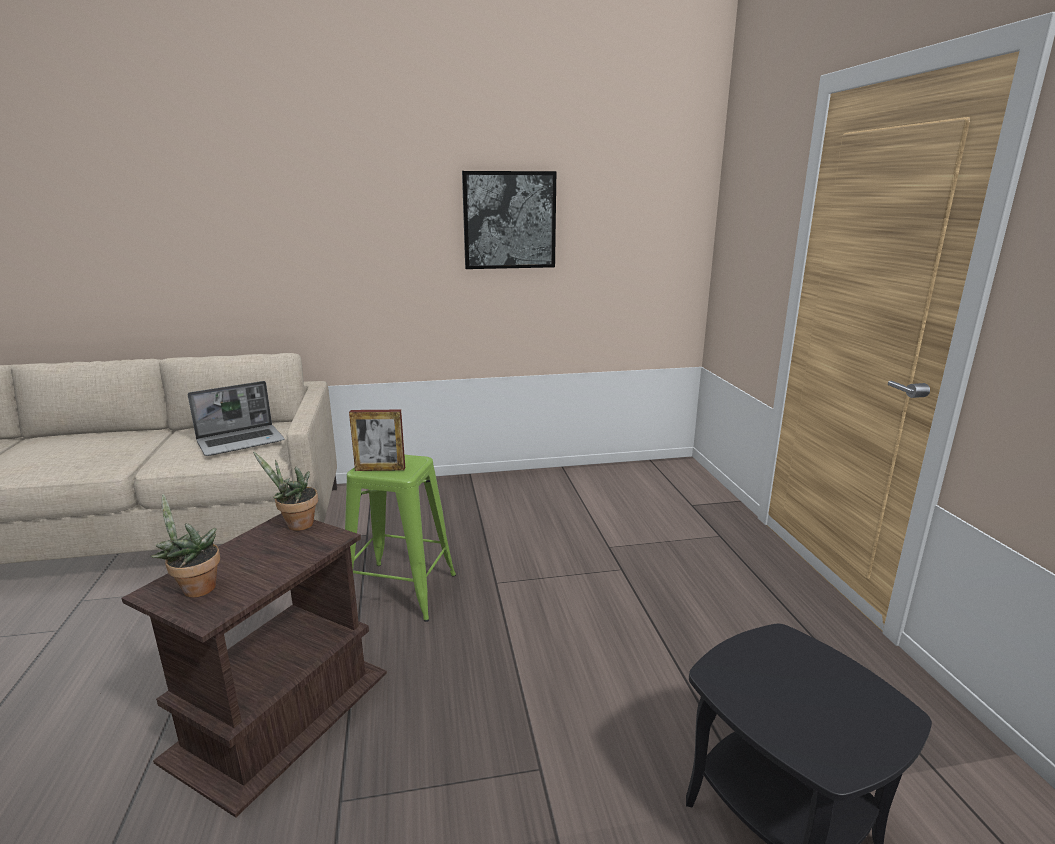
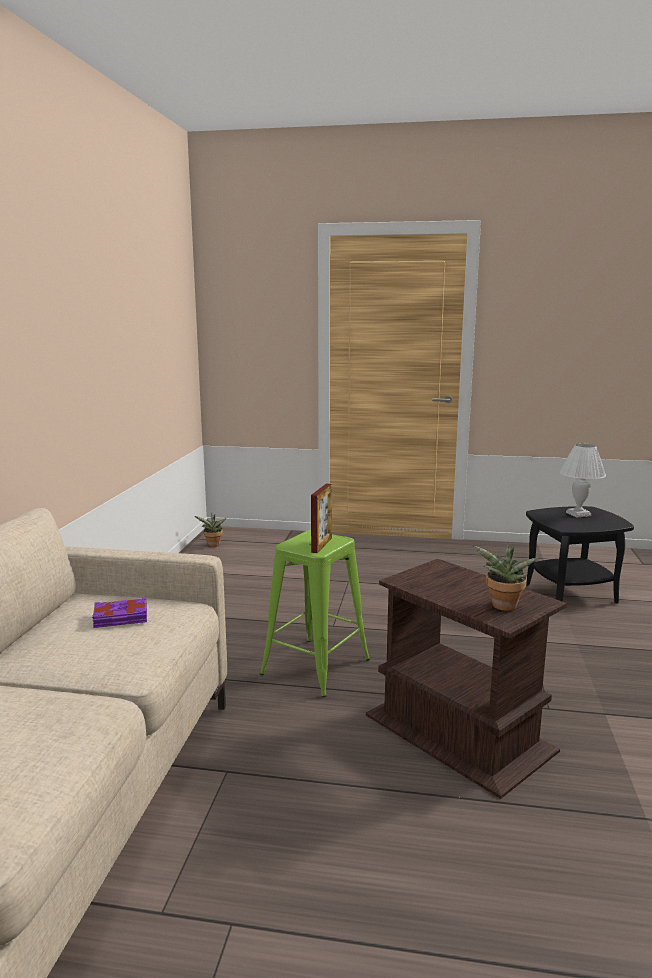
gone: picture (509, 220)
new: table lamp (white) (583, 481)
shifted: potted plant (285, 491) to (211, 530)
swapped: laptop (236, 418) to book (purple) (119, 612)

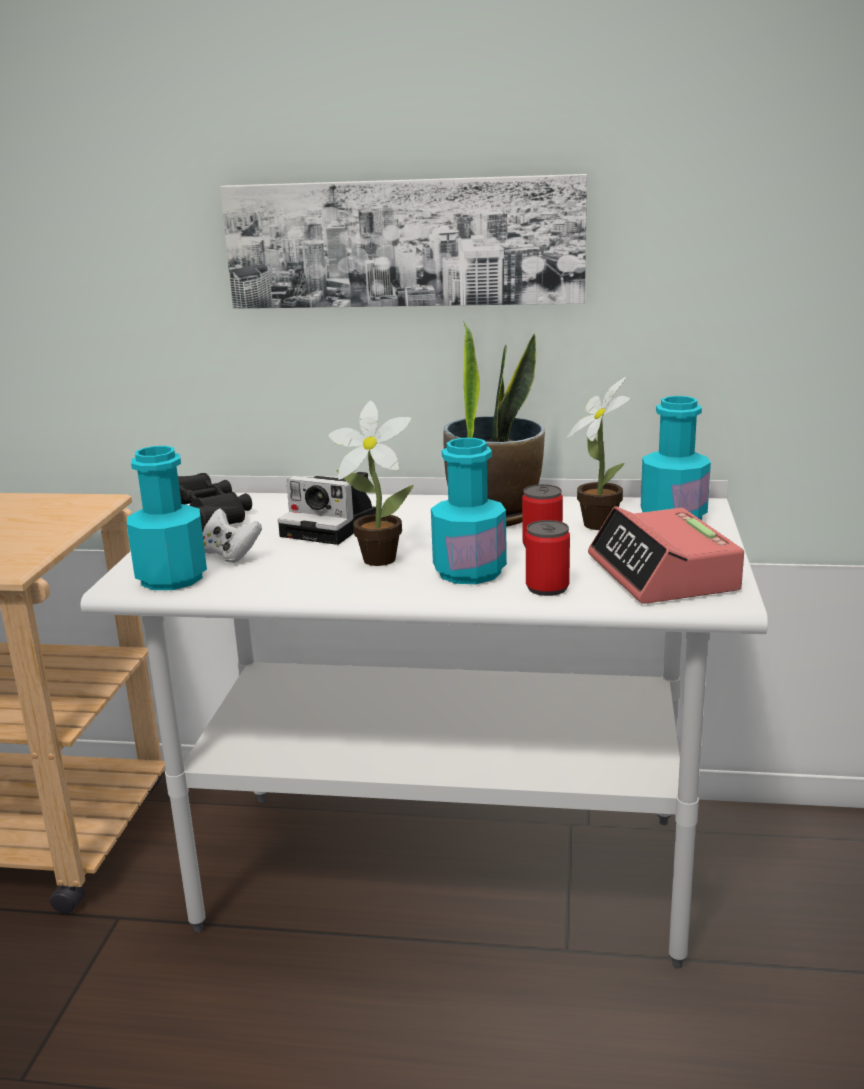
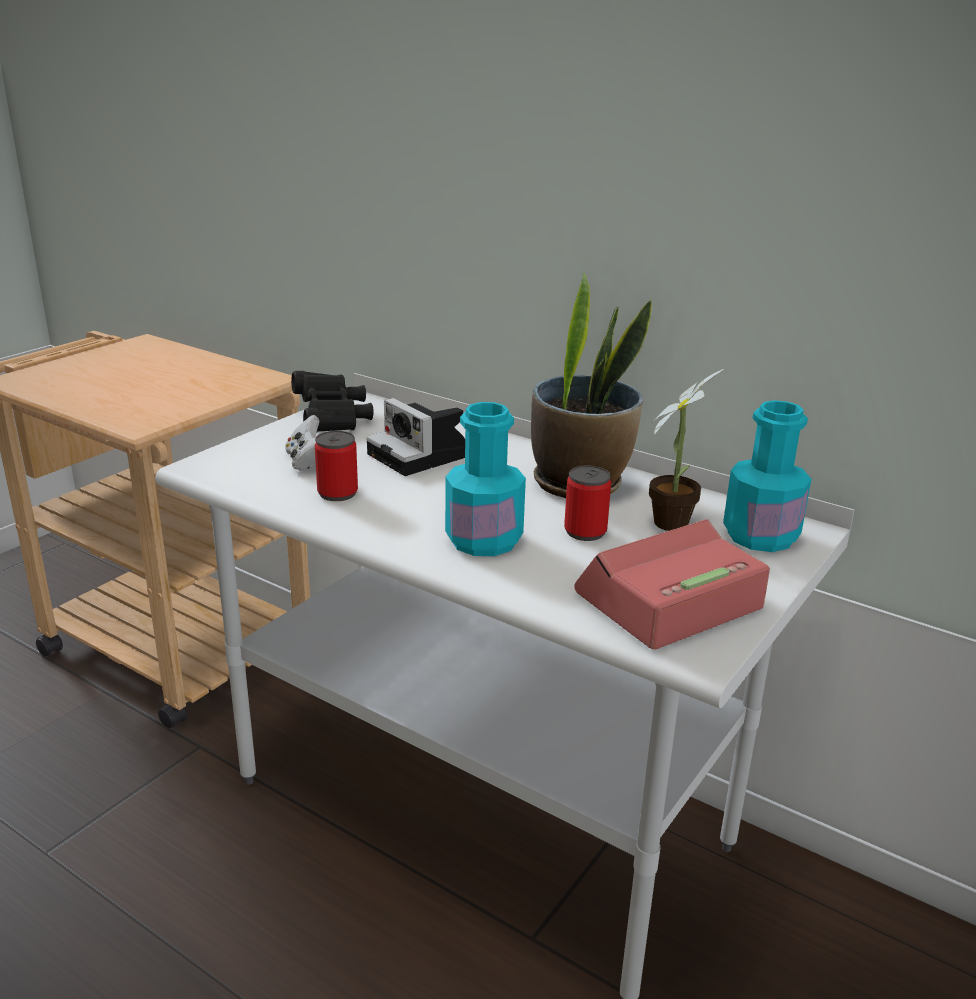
gone: bottle (turquoise) (167, 518); picture (403, 241); potted plant (371, 483)
shifted: can (548, 558) to (336, 466)
rotated: alarm clock (666, 555) = (672, 584) 45 degrees clockwise

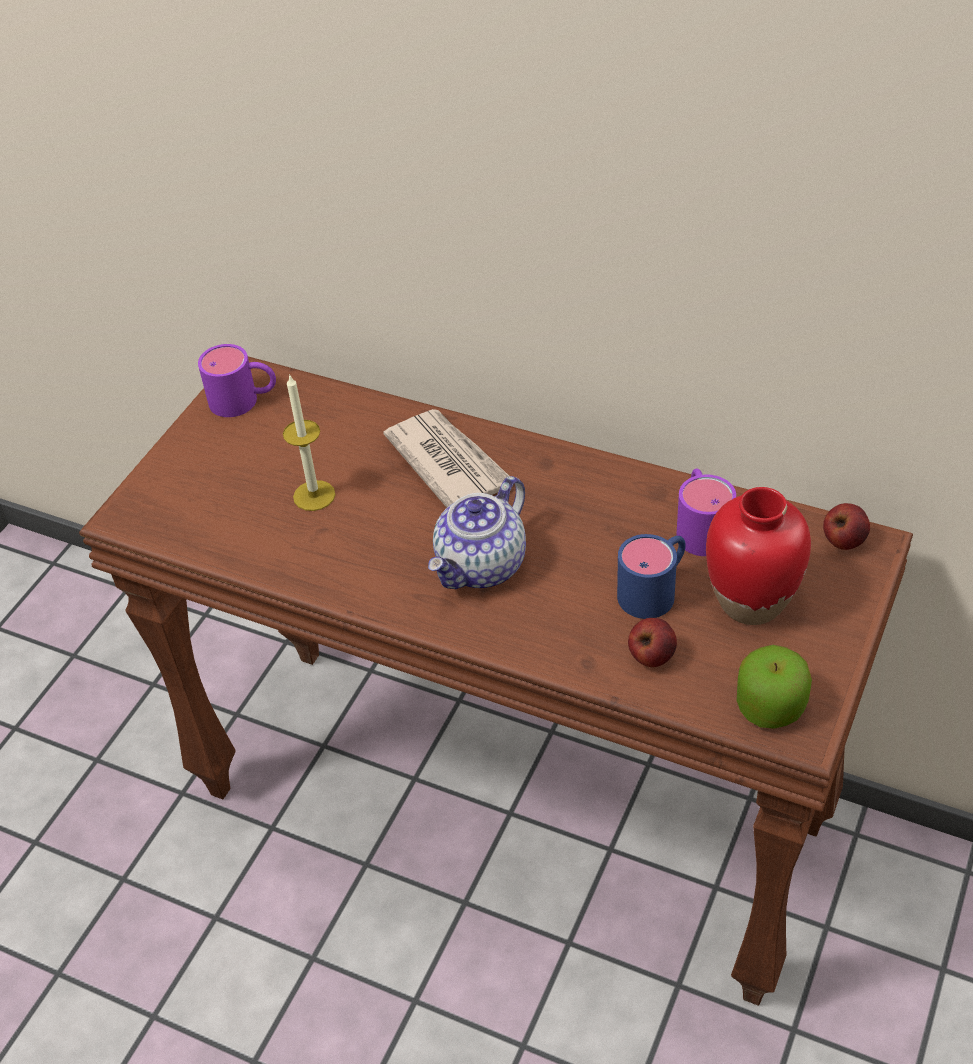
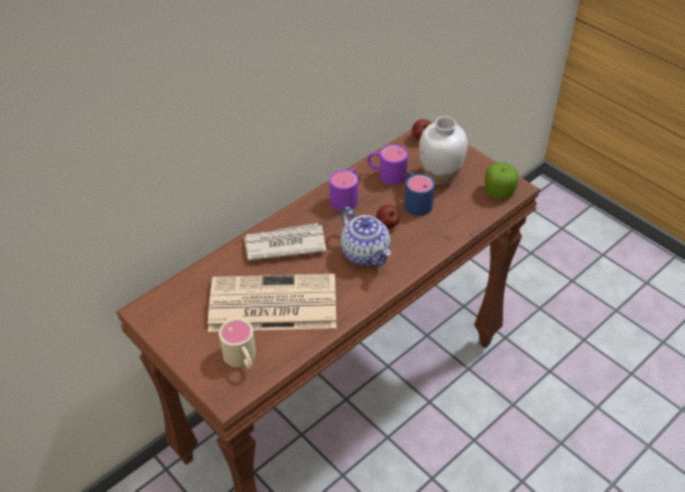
new: mug (beige) (237, 344)
shifted: mug (purple) (237, 380) to (343, 189); apple (652, 642) to (388, 217)
swapped: candle (309, 442) to newspaper (272, 303)
repainted: vase (red) (758, 556) to vase (white) (443, 150)

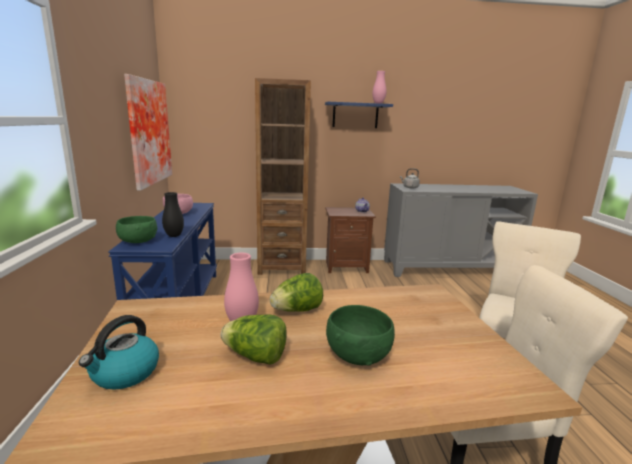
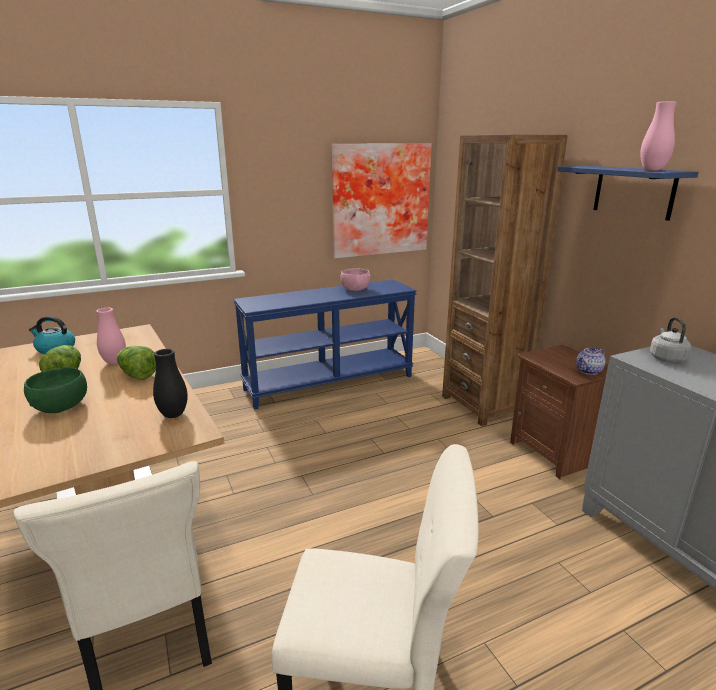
gone: bowl (green) (136, 229)
shifted: vase (black) (173, 214) to (170, 383)

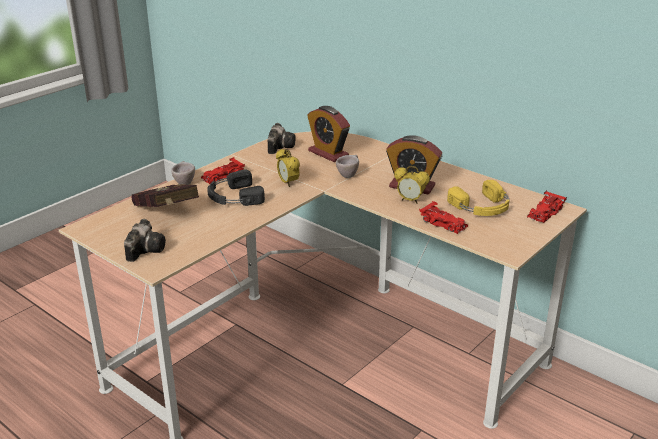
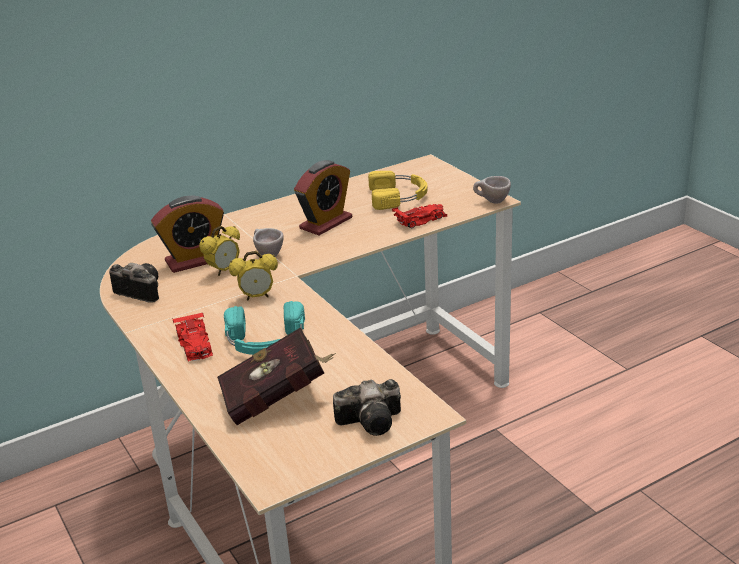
gone: toy car (red) (547, 207)
shifted: cup (beige) (183, 173) to (492, 190); alarm clock (412, 185) to (219, 251)
repainted: headphones (black) (236, 188) to headphones (turquoise) (264, 328)
rotated: photo camera (145, 240) = (367, 407) 135 degrees clockwise

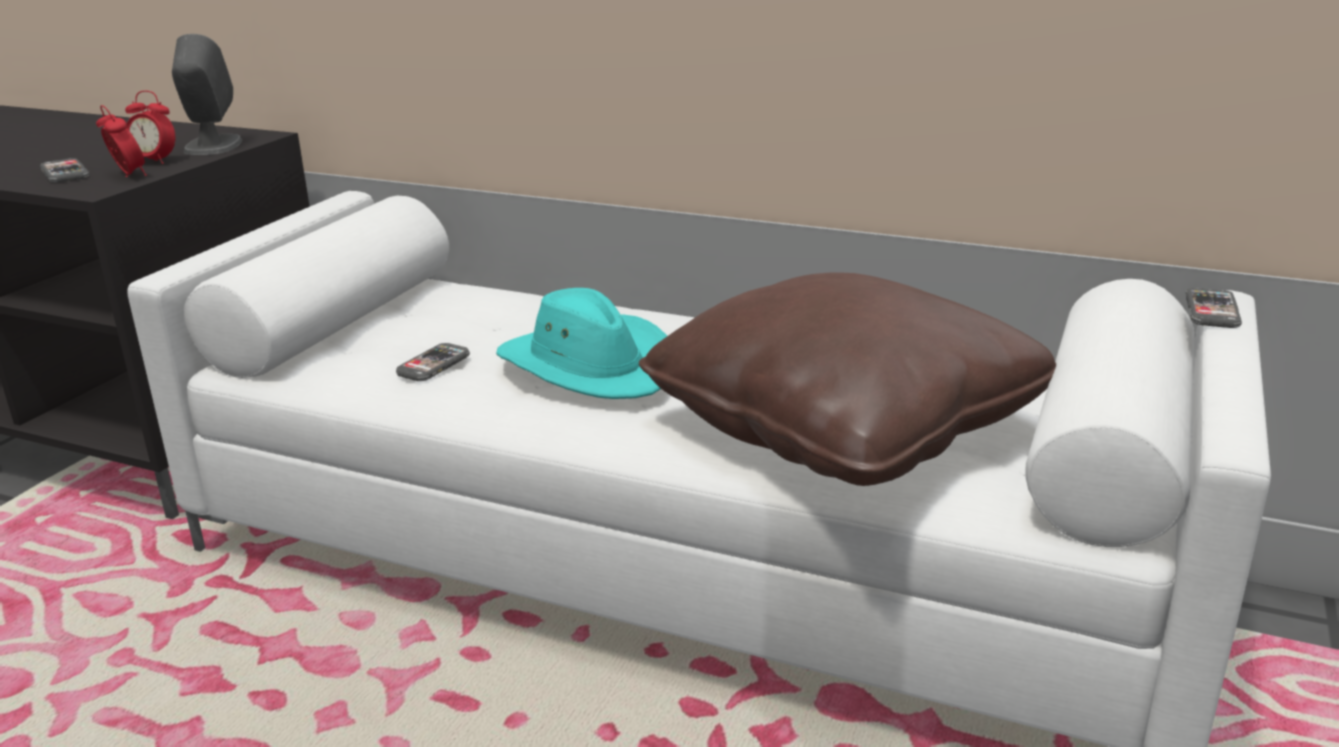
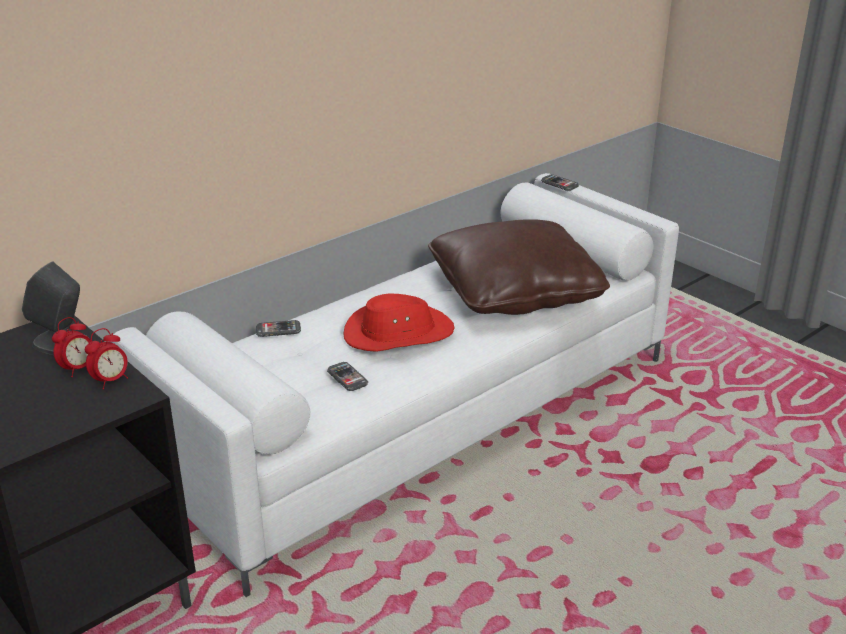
shifted: phone (64, 170) to (278, 328)
repainted: hat (turquoise) (581, 343) to hat (red) (398, 323)
rotated: alarm clock (121, 141) = (106, 358) 150 degrees clockwise

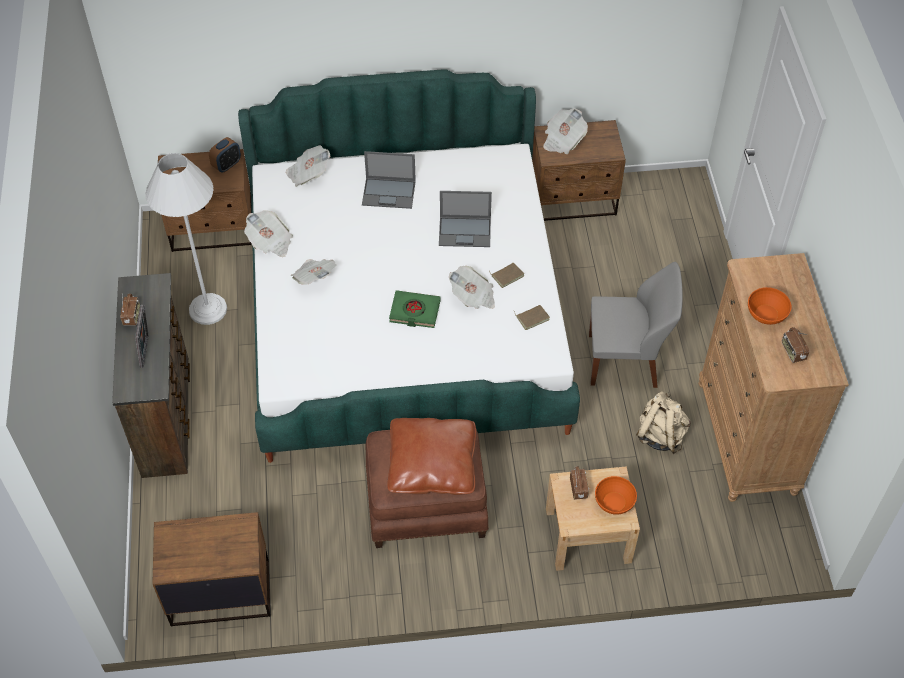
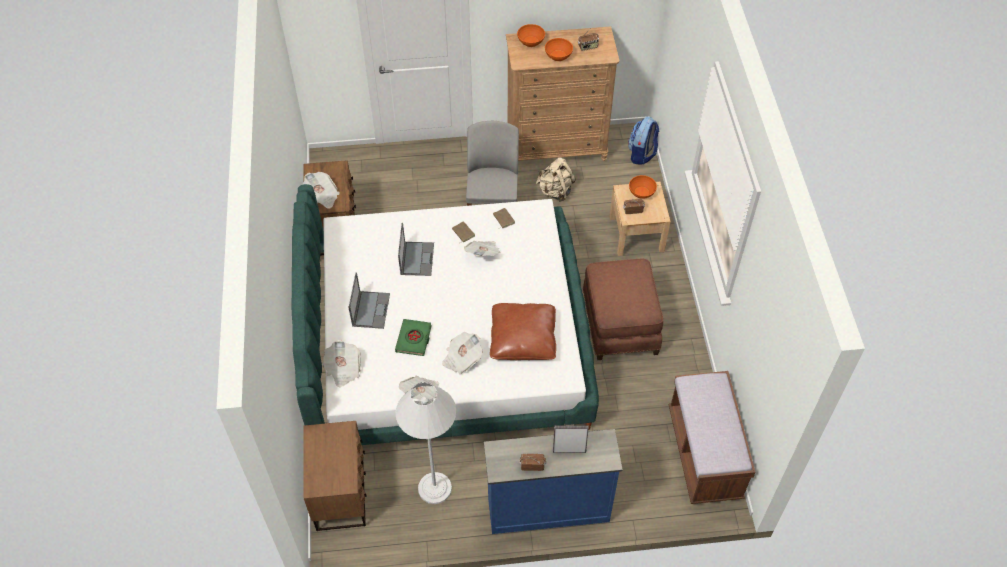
gone: alarm clock (225, 154)
new: bowl (orange) (531, 35); backpack (643, 141)
shifted: pillow (brown) (431, 456) to (523, 331); book (green) (415, 309) to (413, 337)
swapped: nightstand (brown) (211, 569) to bench (brown) (712, 437)
repainted: dresser (brown) (151, 375) to dresser (blue) (553, 481)

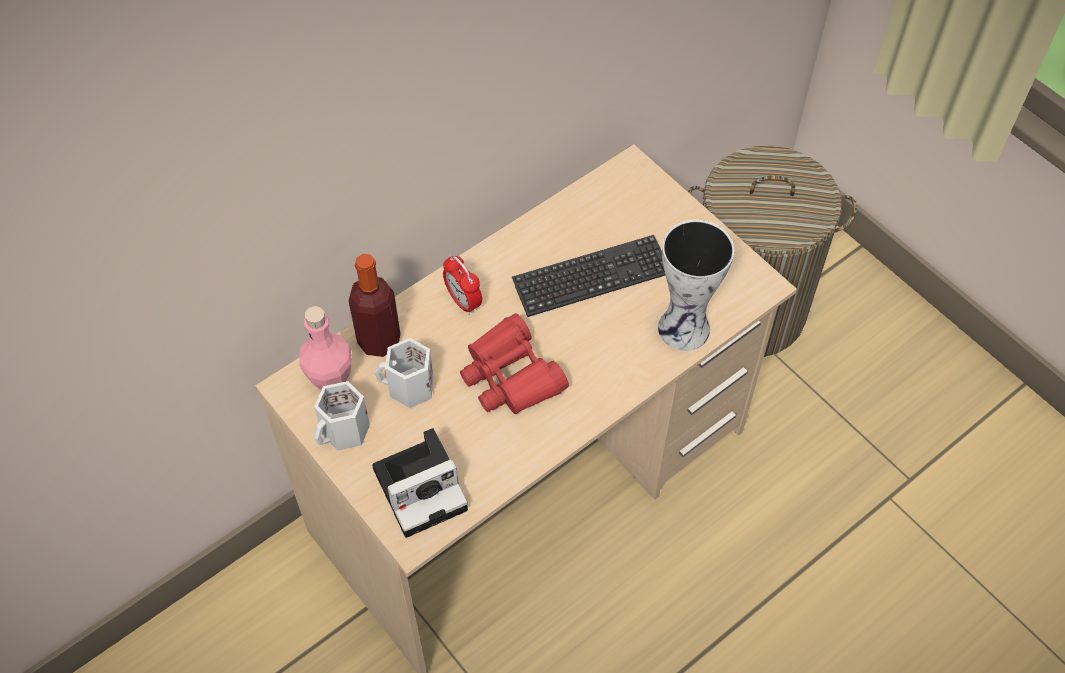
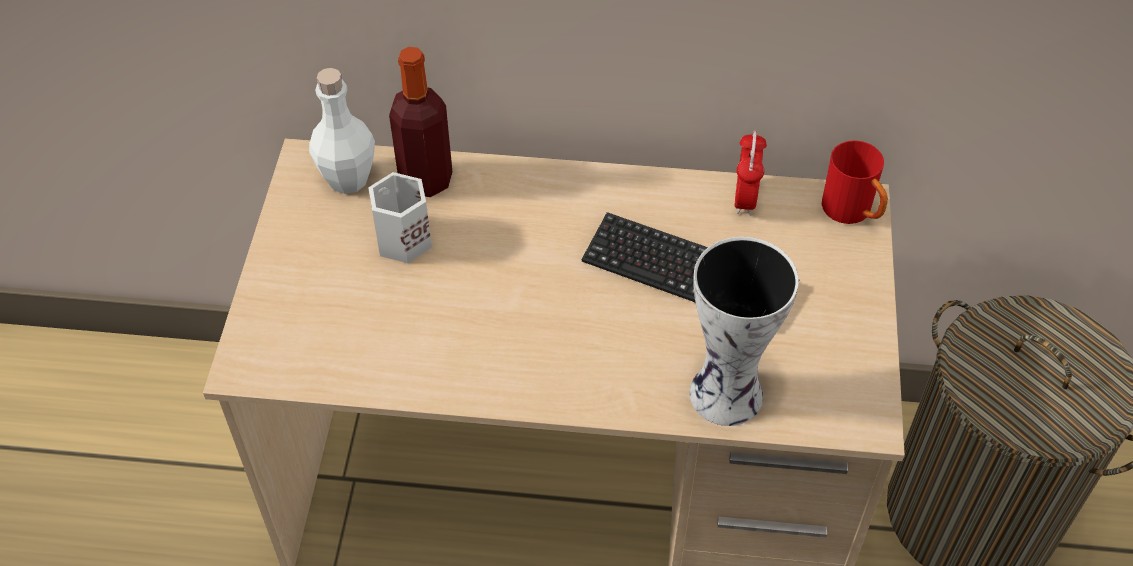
gone: mug (white) (342, 416); photo camera (420, 483); binoculars (red) (514, 363)
new: mug (red) (855, 182)
shifted: alarm clock (462, 285) to (751, 173)
repainted: bottle (pink) (325, 348) to bottle (white) (342, 131)

